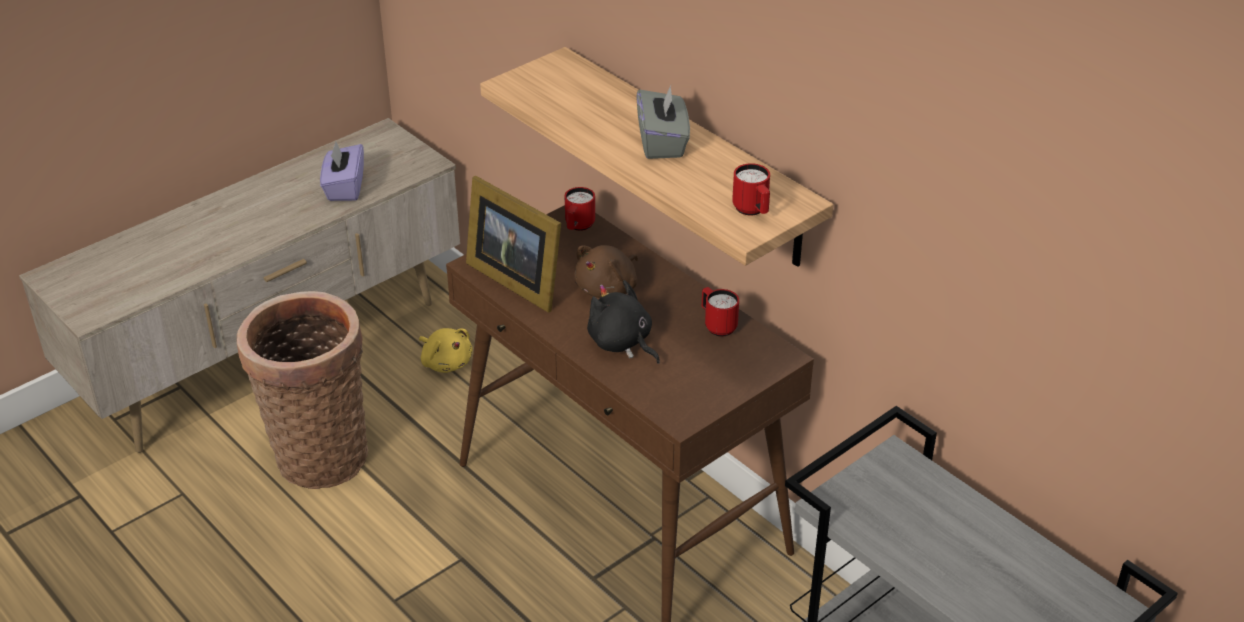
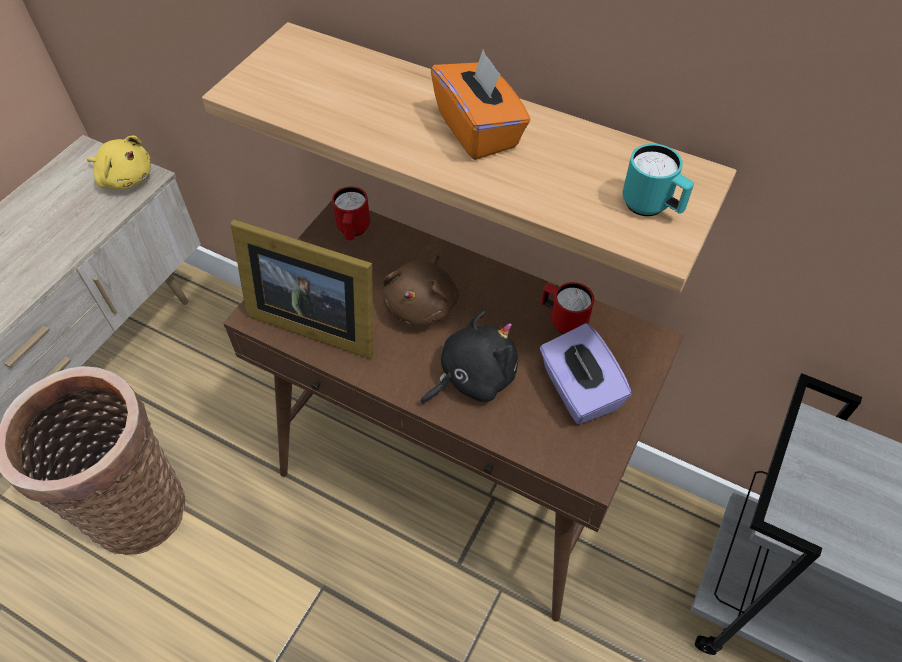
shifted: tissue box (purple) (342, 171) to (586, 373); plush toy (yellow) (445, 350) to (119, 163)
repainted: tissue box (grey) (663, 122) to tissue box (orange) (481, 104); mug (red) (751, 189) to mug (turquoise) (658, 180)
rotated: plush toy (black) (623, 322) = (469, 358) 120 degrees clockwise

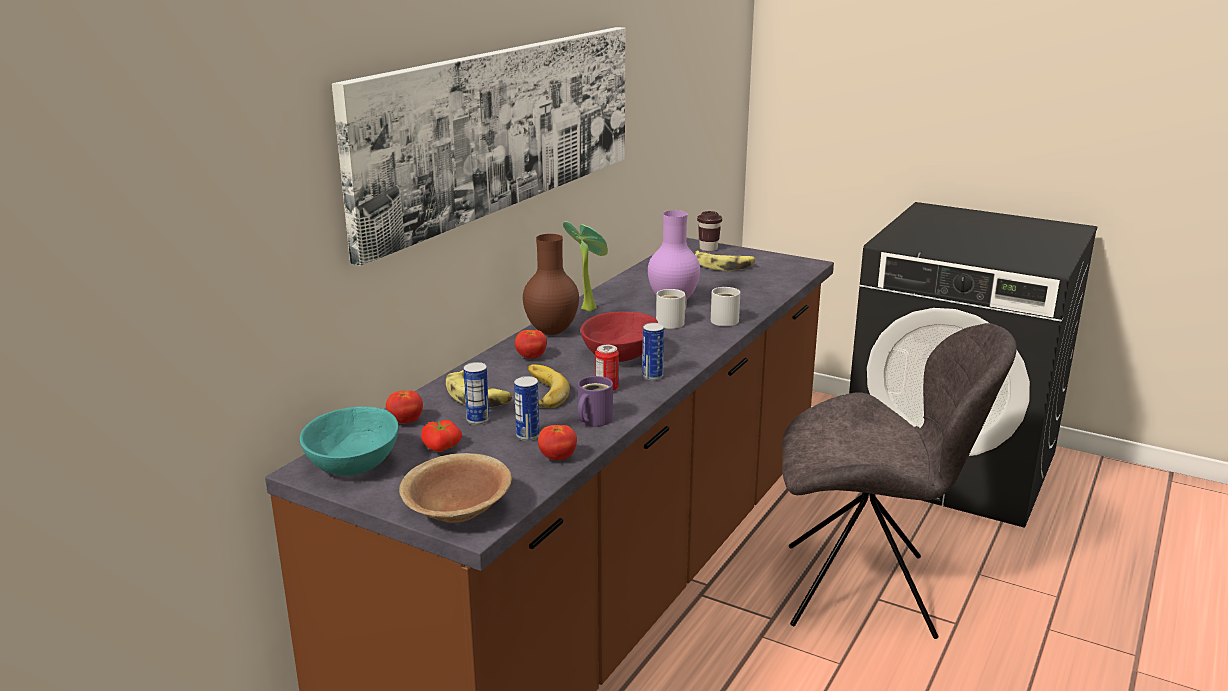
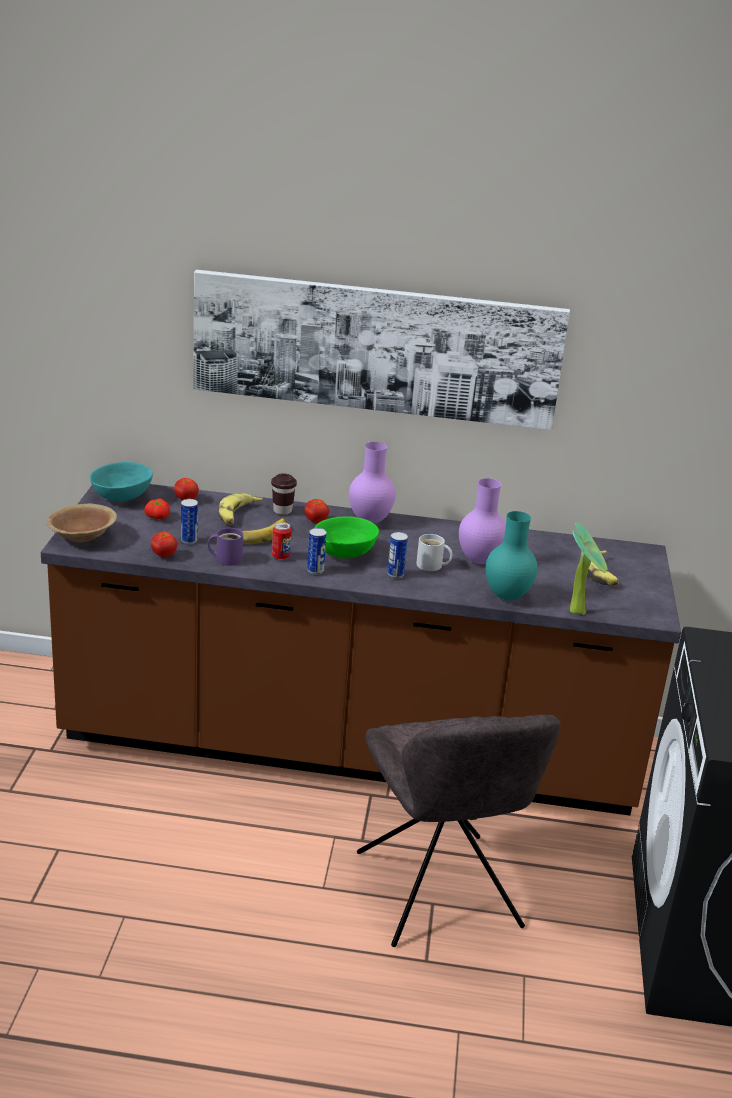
gone: mug (white) (725, 307)
new: vase (turquoise) (512, 556)
shifted: can (476, 393) to (397, 555); potted plant (585, 266) to (588, 569); cup (brown) (709, 231) to (284, 494)
repainted: vase (brown) (551, 284) to vase (purple) (372, 483); bowl (red) (619, 337) to bowl (green) (346, 537)

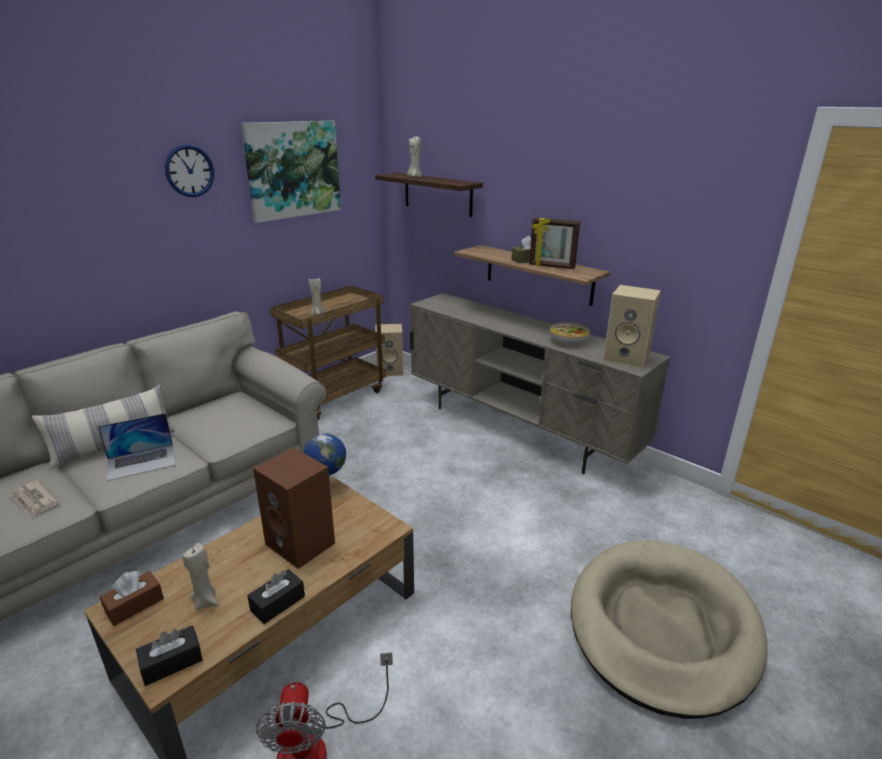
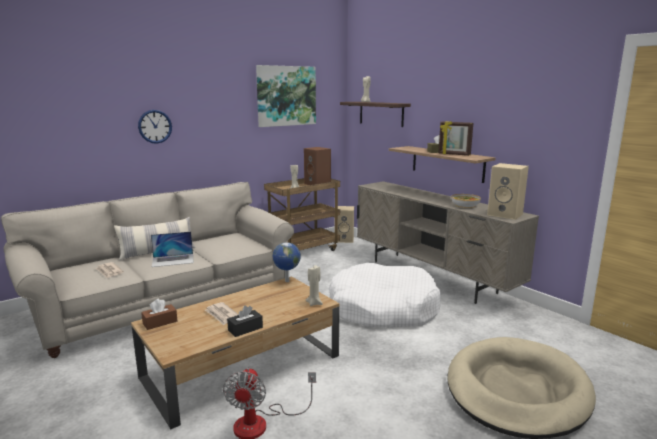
gone: tissue box (black) (169, 655)
new: newspaper (222, 313); dog bed (white) (385, 295)
shifted: wall clock (189, 170) to (155, 127); candle (beige) (200, 577) to (314, 285); speaker (brown) (294, 508) to (317, 166)

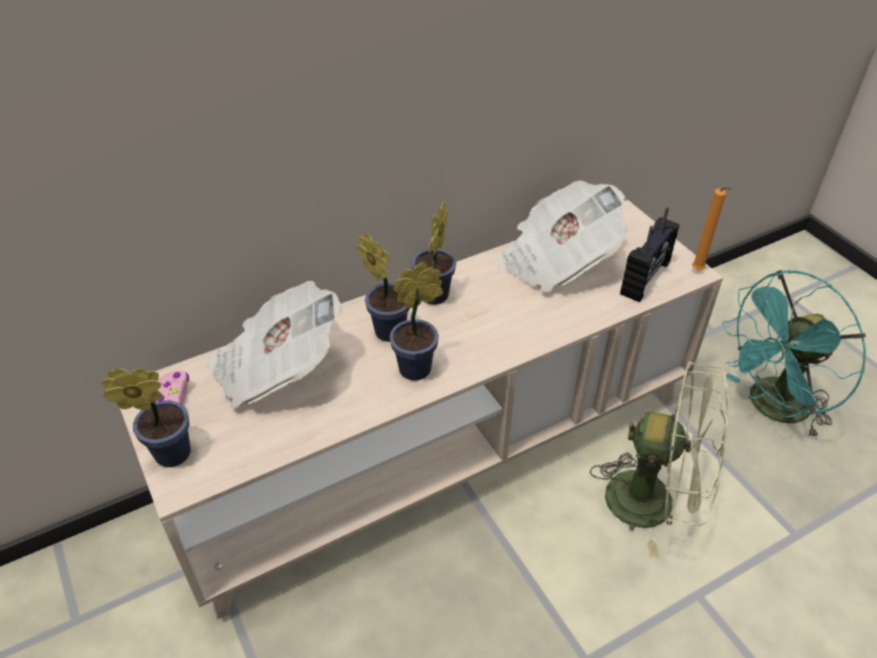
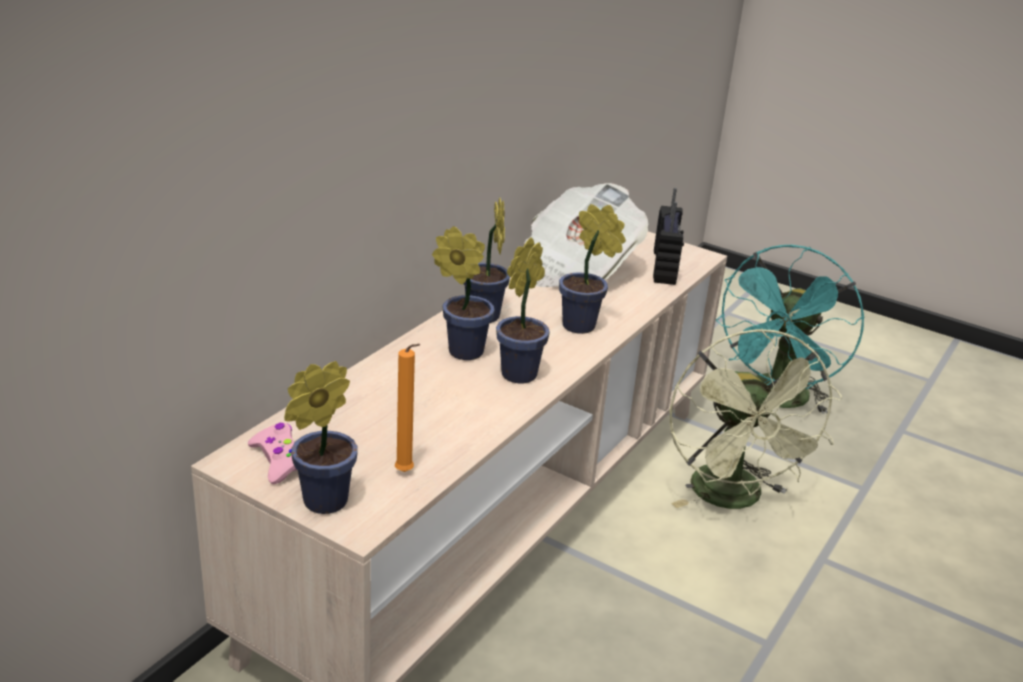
gone: newspaper (274, 345)
new: potted plant (592, 269)
shifted: candle (orange) (712, 228) to (407, 408)
rotated: fan (green) (659, 458) = (755, 418) 90 degrees clockwise

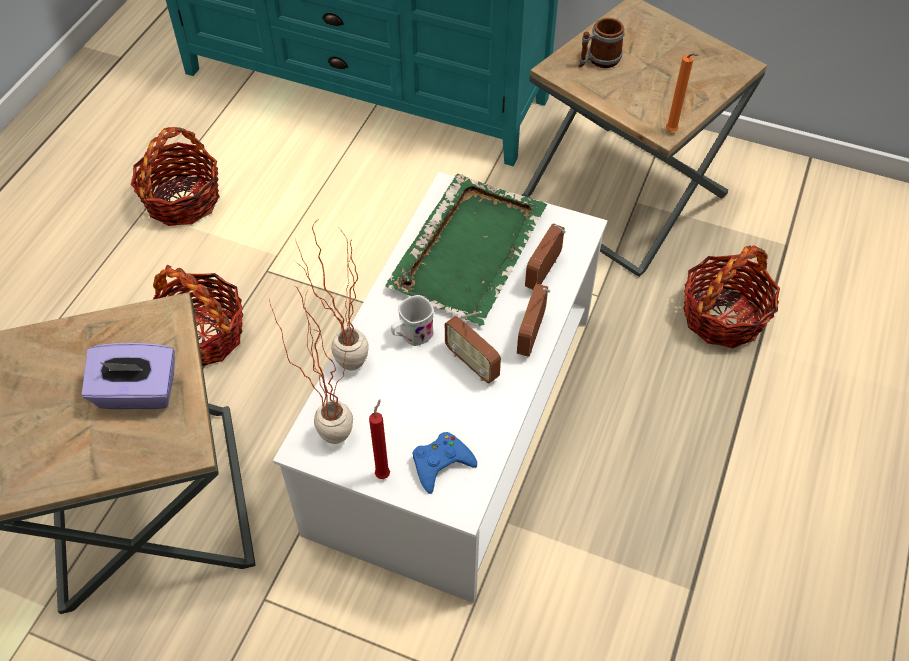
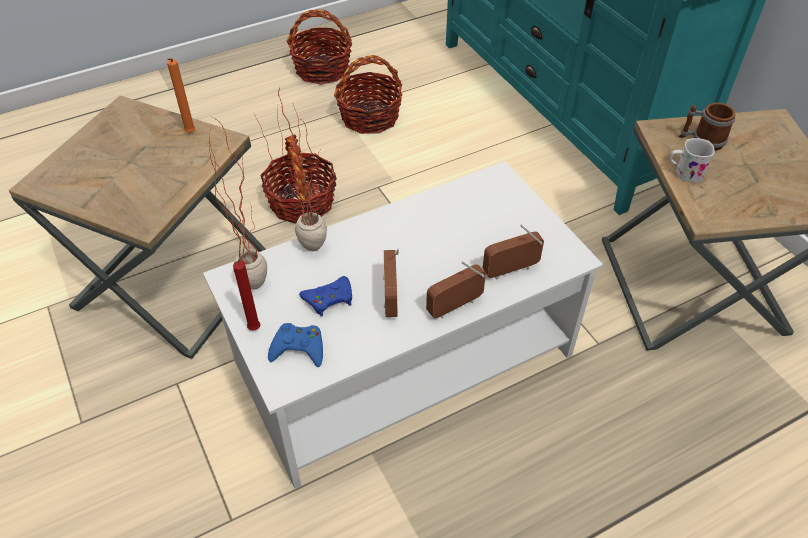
gone: tissue box (purple) (128, 376); tray (green) (466, 250)
new: game controller (blue) (325, 296)
shifted: mug (white) (412, 320) to (692, 160); candle (orange) (682, 92) to (181, 95); basket (731, 296) to (319, 47)

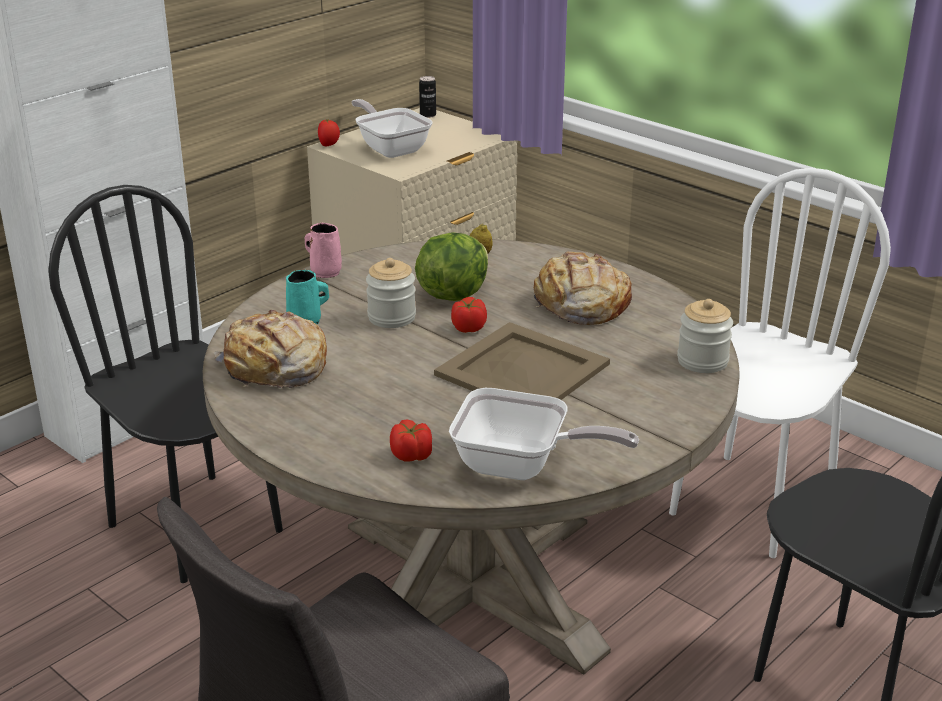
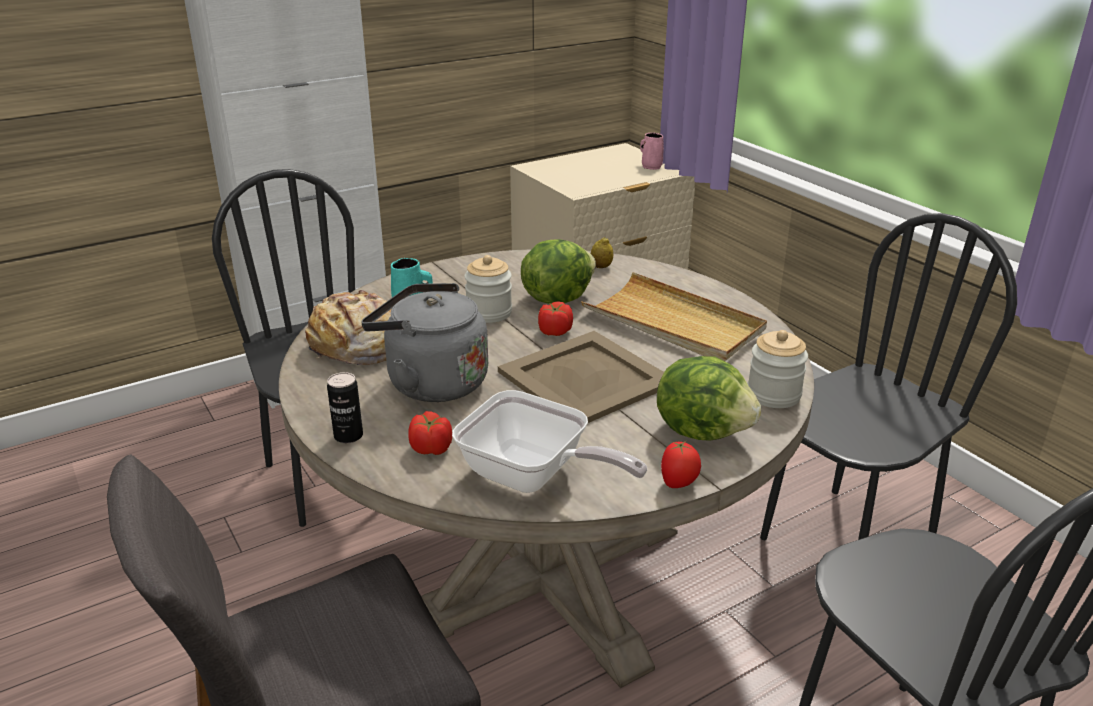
gone: frying pan (391, 128)
new: kettle (grey) (424, 342); lettuce (709, 398)
shifted: mug (pink) (323, 250) to (652, 151); tomato (329, 132) to (681, 464); can (427, 97) to (345, 407)
swapped: bread (583, 288) to tray (beige) (674, 316)
repainted: chair (white) (780, 363) to chair (black) (888, 376)

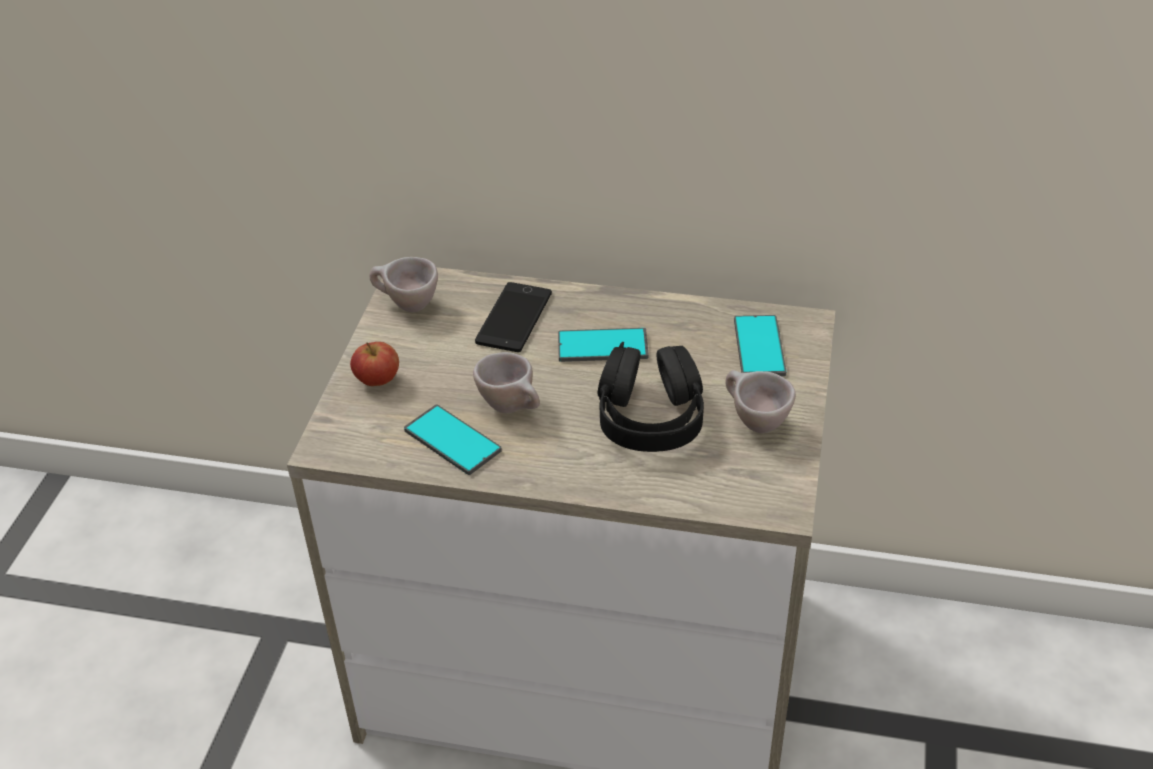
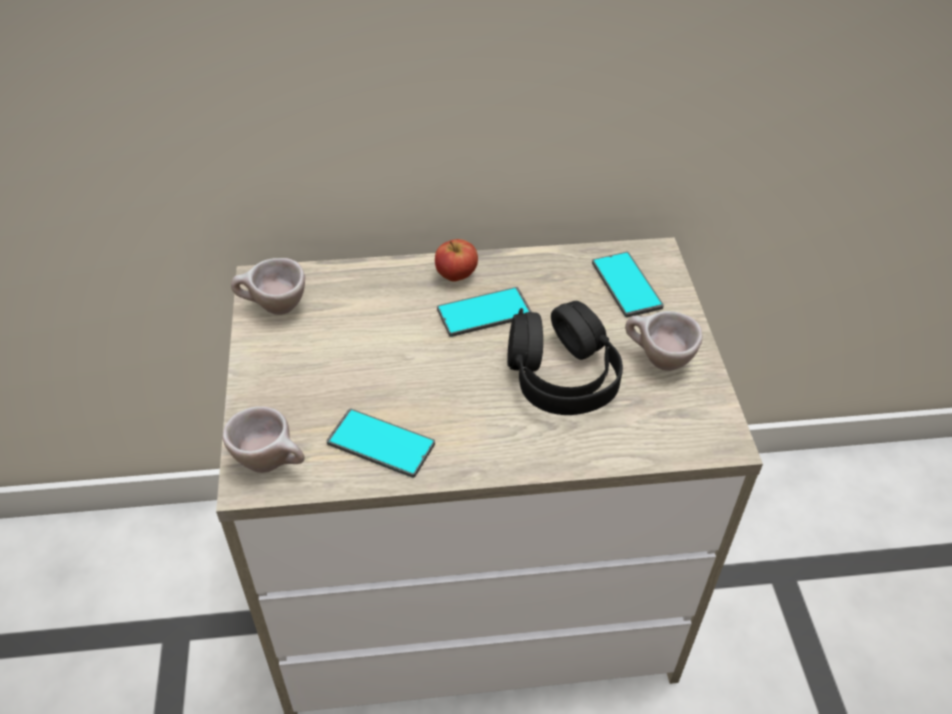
gone: phone (513, 317)
shifted: apple (374, 364) to (456, 260); cup (beige) (506, 382) to (263, 439)

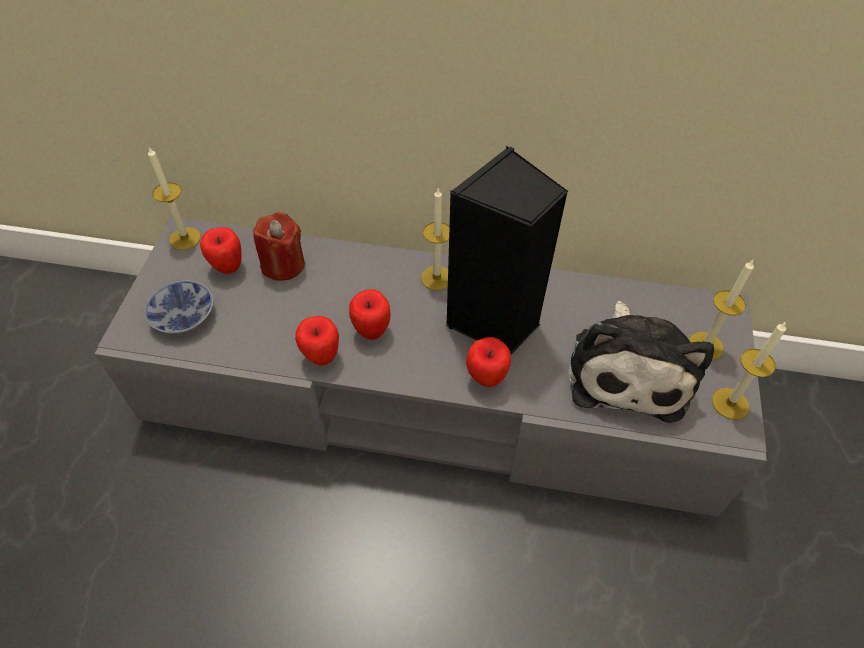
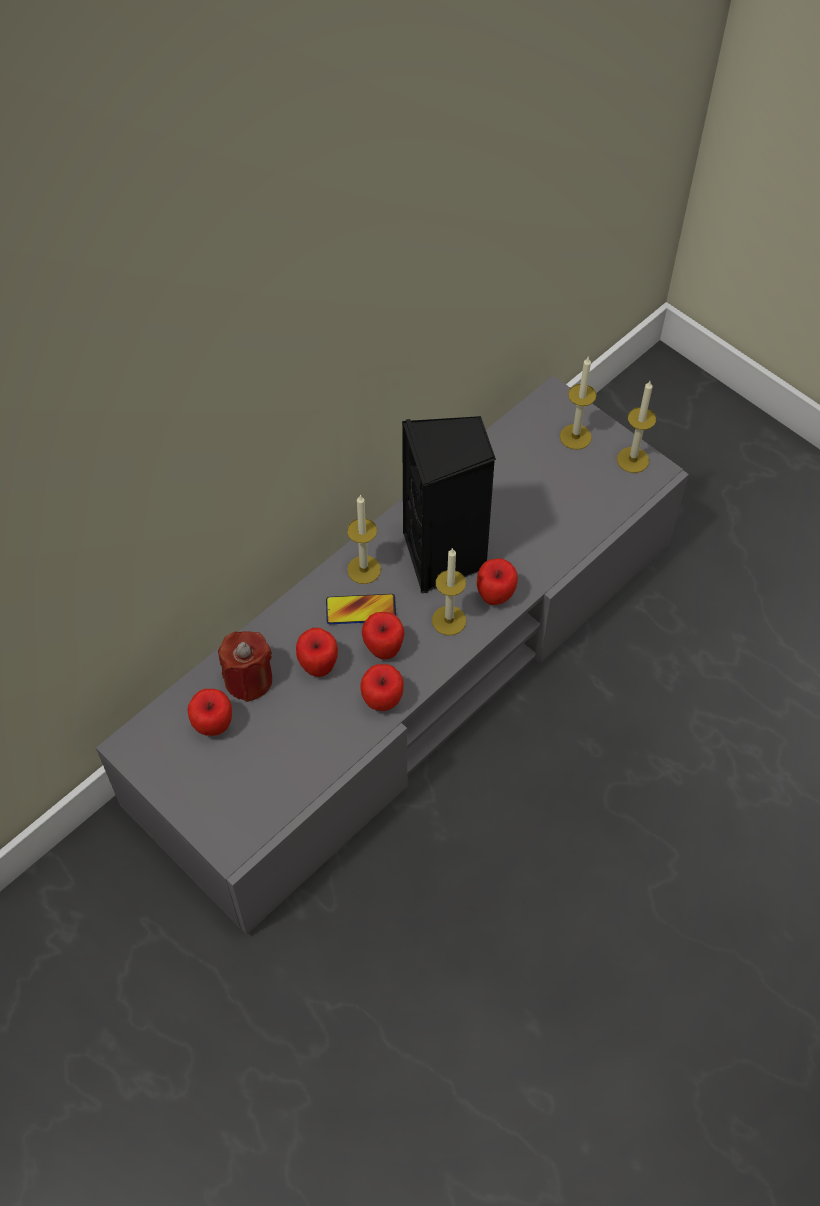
gone: bowl (179, 307); plush toy (641, 362)
new: apple (317, 652); phone (361, 609)
shifted: candle (174, 198) to (449, 591)

